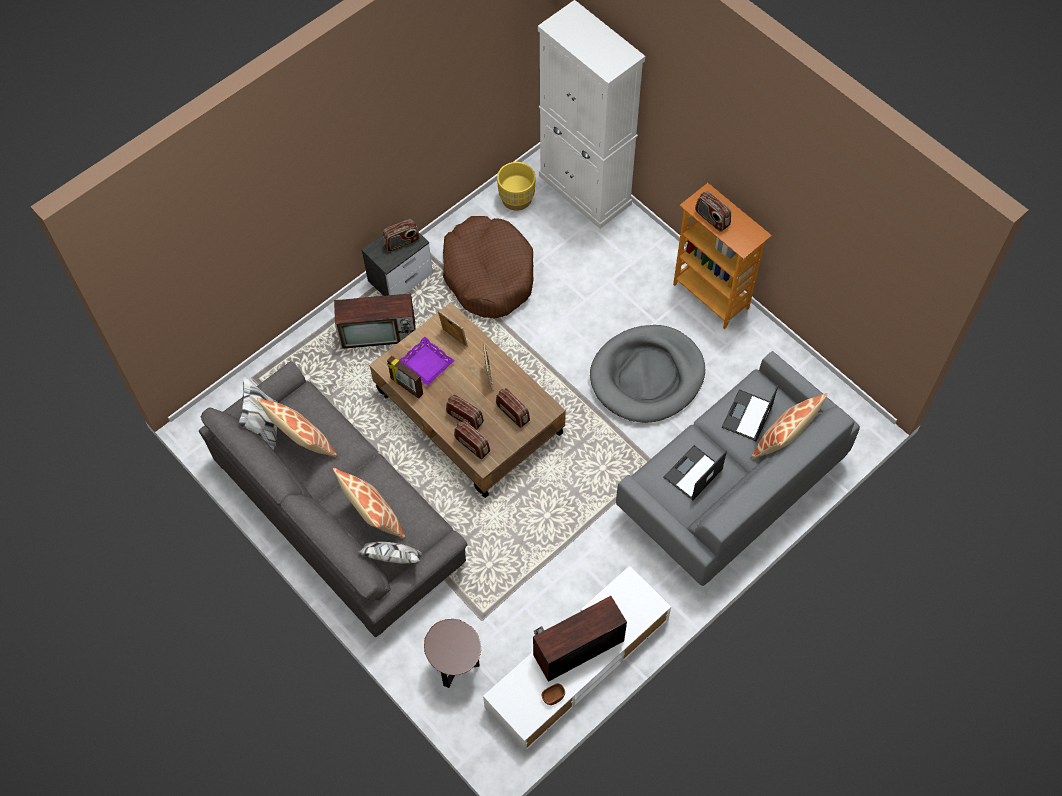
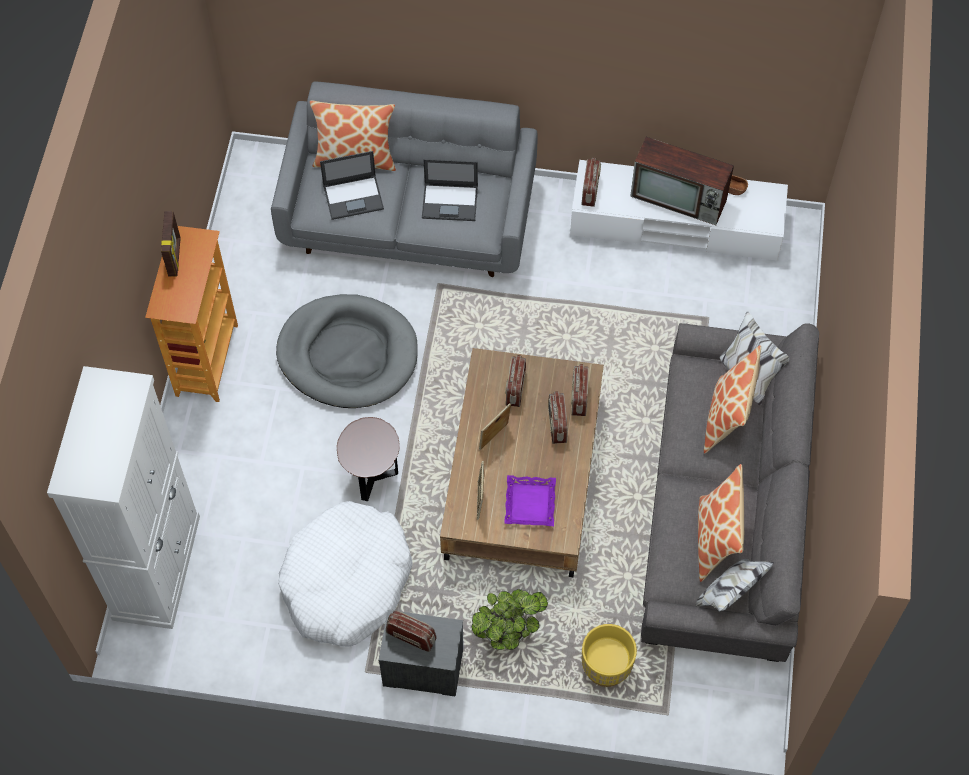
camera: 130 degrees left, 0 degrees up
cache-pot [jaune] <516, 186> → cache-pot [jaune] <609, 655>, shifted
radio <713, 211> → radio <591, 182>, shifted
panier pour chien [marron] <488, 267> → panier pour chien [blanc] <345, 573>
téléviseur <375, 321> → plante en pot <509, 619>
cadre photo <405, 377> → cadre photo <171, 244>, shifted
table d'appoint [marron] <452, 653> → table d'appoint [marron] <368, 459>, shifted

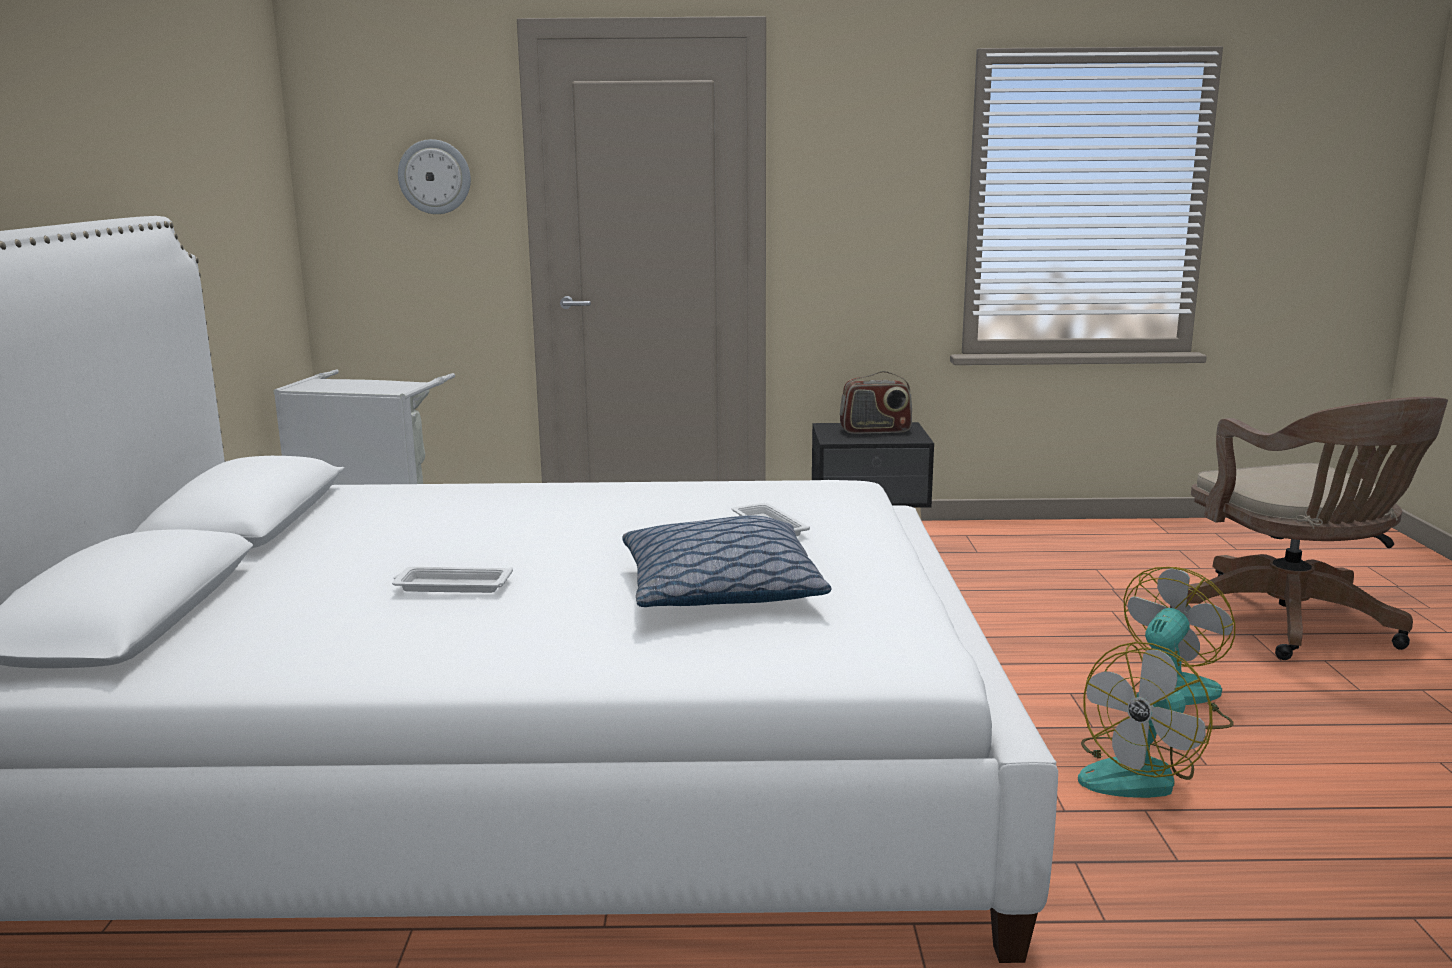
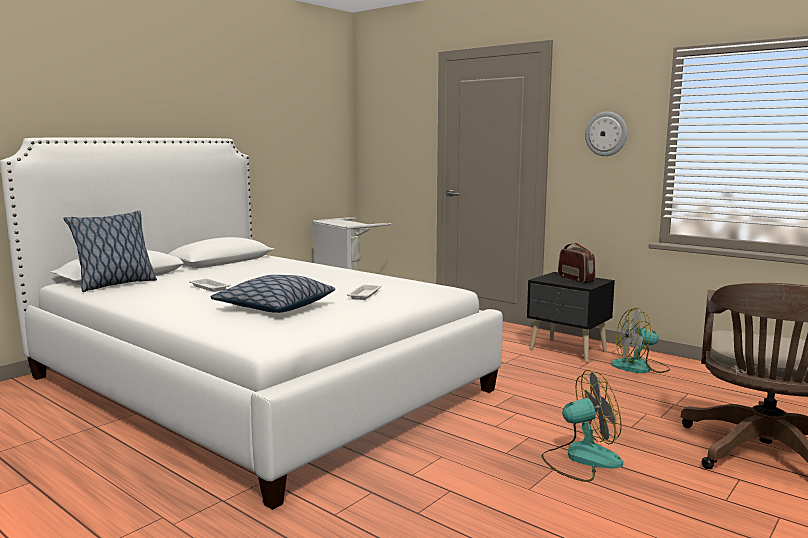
camera: 40 degrees right, 5 degrees down
horloge murale <434, 176> → horloge murale <606, 134>, shifted
radio <876, 402> → radio <576, 262>, 150 degrees counterclockwise
ventilateur <1145, 720> → ventilateur <640, 340>, shifted
- → coussin <110, 251>

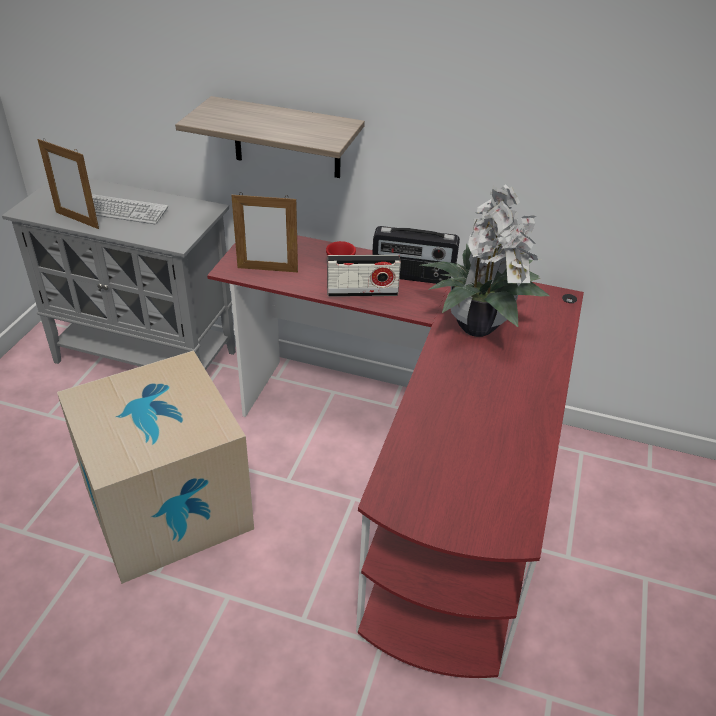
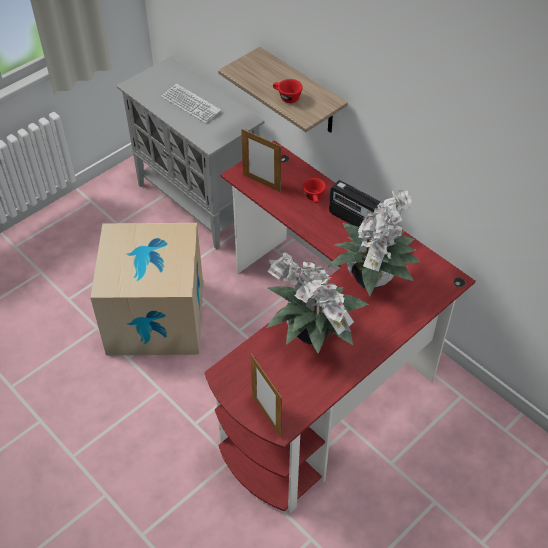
camera: 30 degrees right, 10 degrees up
cadre photo <68, 183> → cadre photo <266, 396>, shifted
radio <364, 276> → -
- → tasse [rouge] <288, 91>
- → plante en pot <317, 303>

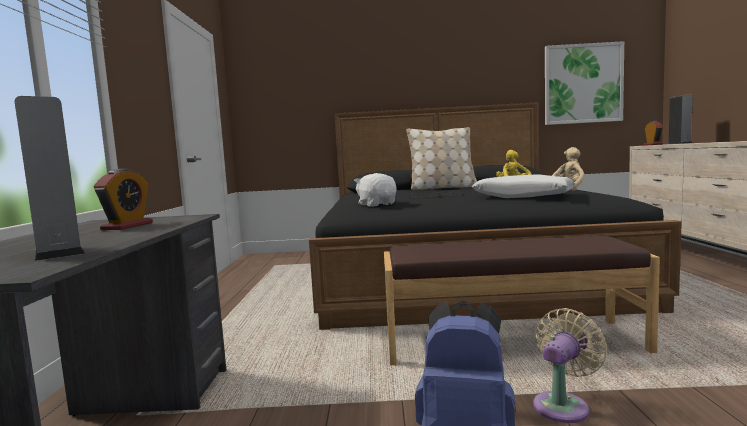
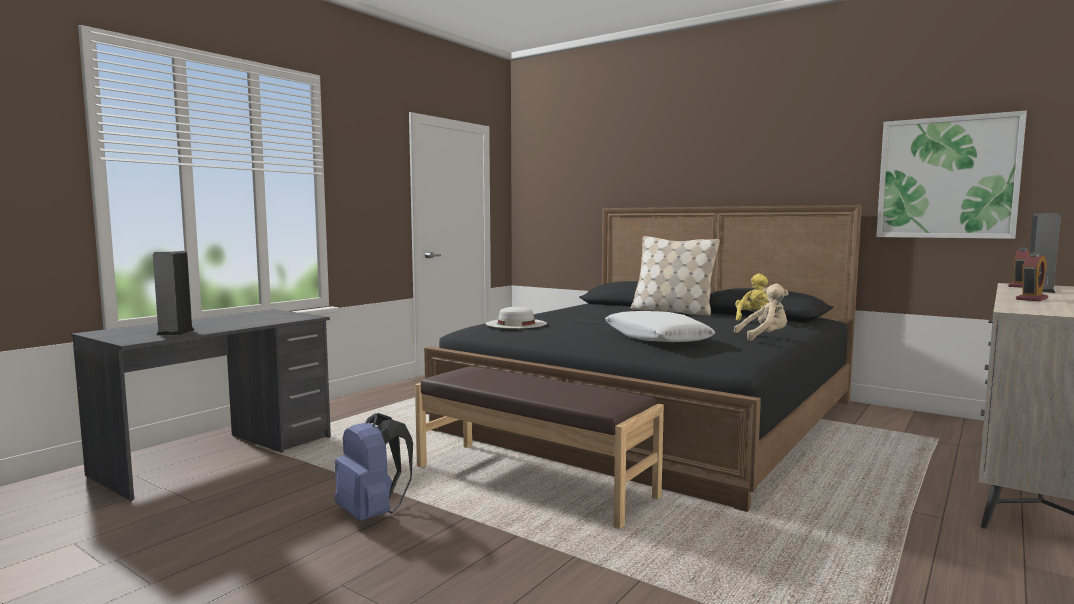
camera: 35 degrees right, 0 degrees up
réveil <123, 199> → réveil <1032, 277>, shifted
peluche [blanc] <375, 190> → chapeau [blanc] <516, 317>
ventilateur [beige] <570, 365> → -

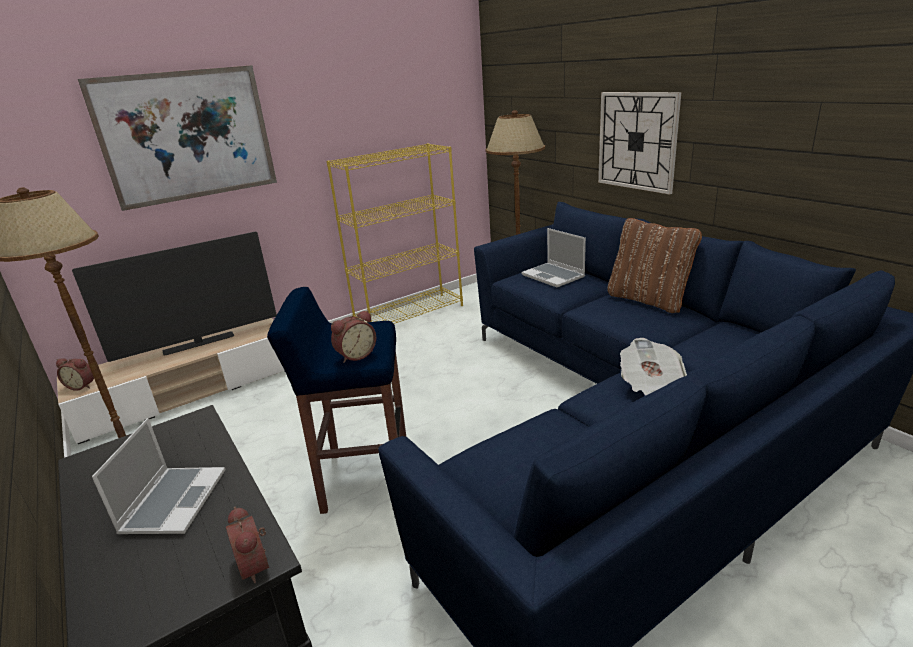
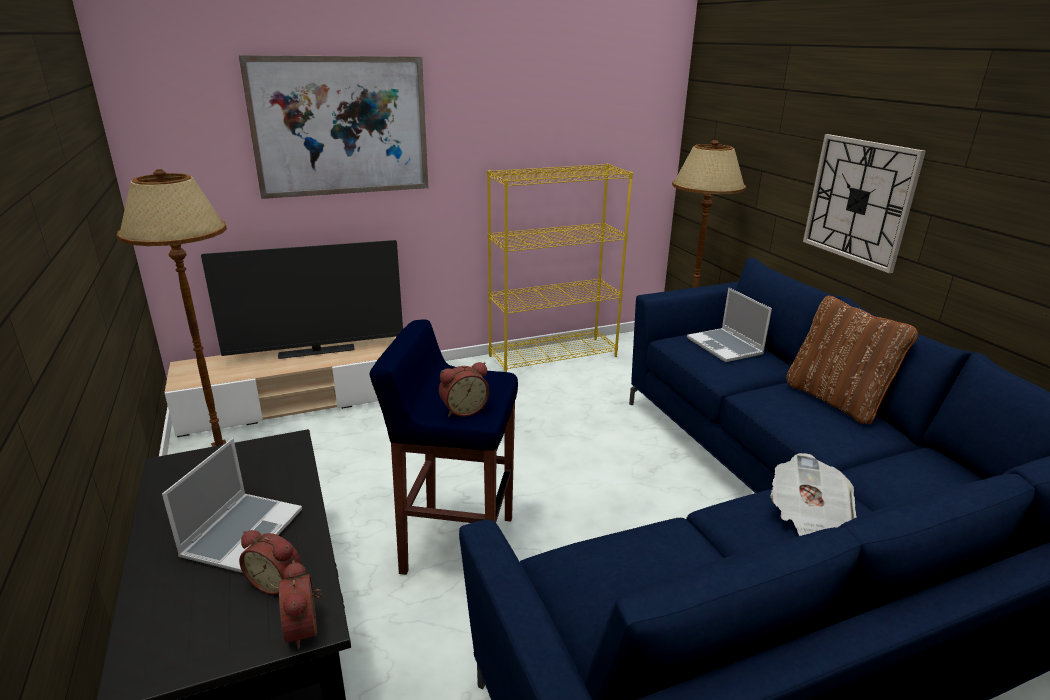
camera: 10 degrees right, 0 degrees up
réveil <75, 374> → réveil <270, 562>, shifted

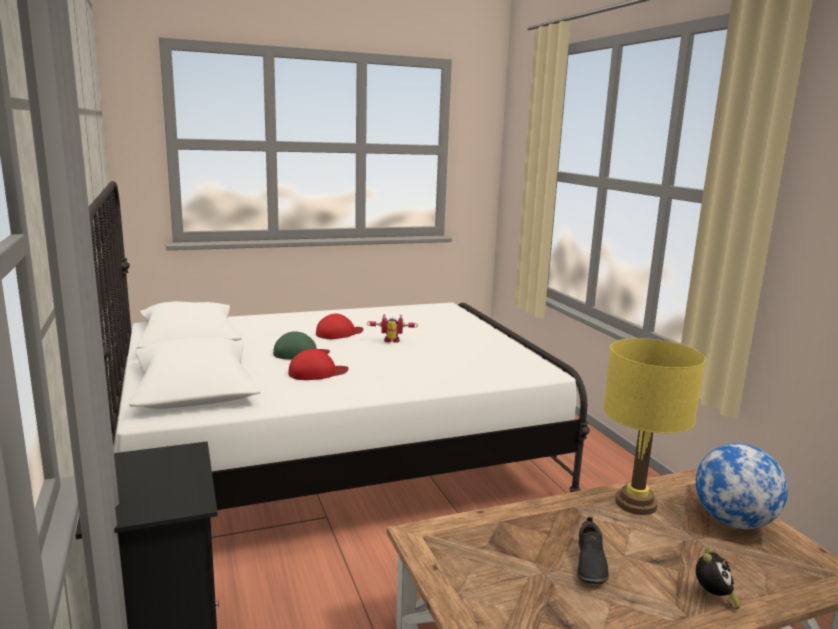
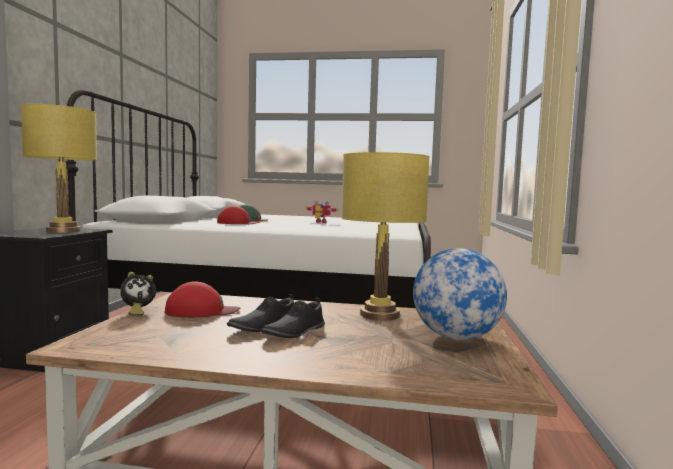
camera: 30 degrees right, 10 degrees down
casquette [rouge] <339, 326> → casquette [rouge] <202, 299>, shifted
réveil <718, 578> → réveil <138, 294>, shifted
- → lampe de table [jaune] <59, 168>
- → chaussure [noir] <293, 318>

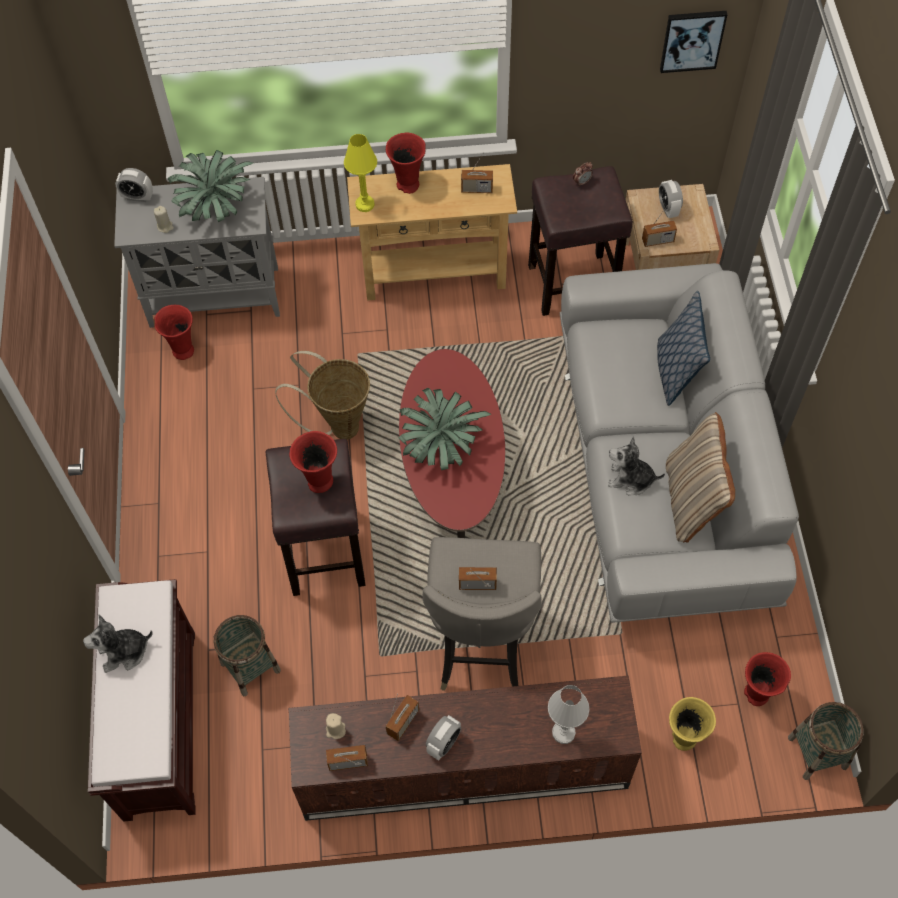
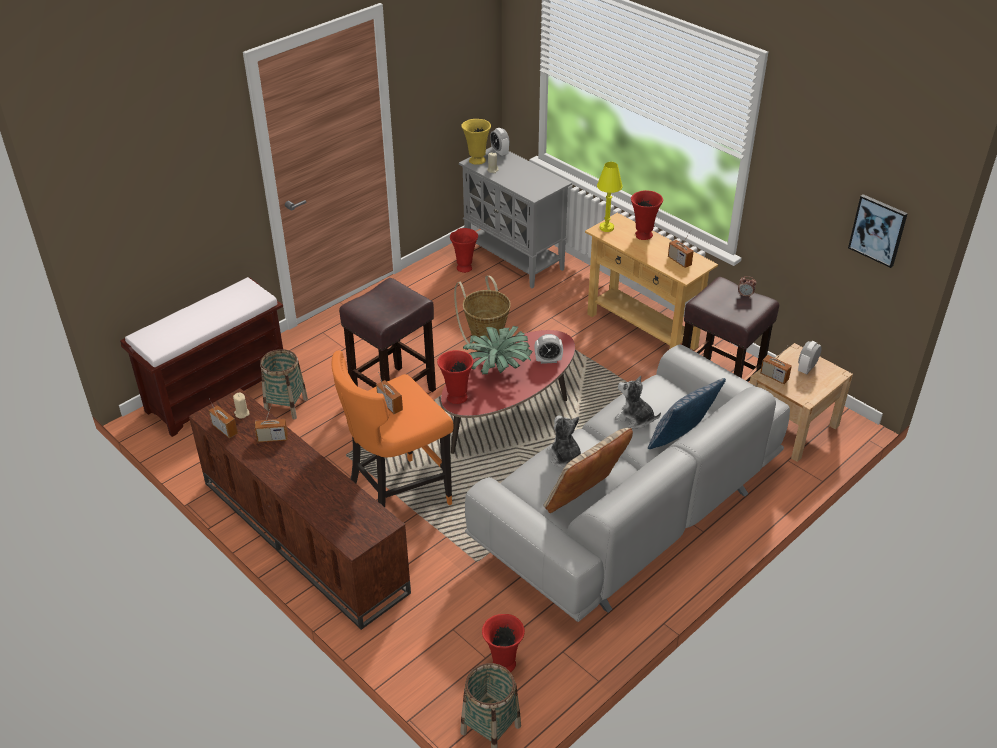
camera: 50 degrees right, 20 degrees down
plante en pot <210, 186> → -
vase [rouge] <313, 462> → vase [rouge] <455, 377>, shifted
tabouret [gris] <482, 614> → tabouret [orange] <392, 429>
peluche <118, 644> → peluche <638, 402>, shifted
lampe de table [blanc] <568, 714> → -
vase [jaune] <692, 724> → vase [jaune] <476, 142>, shifted
réveil <443, 738> → réveil <548, 349>, shifted

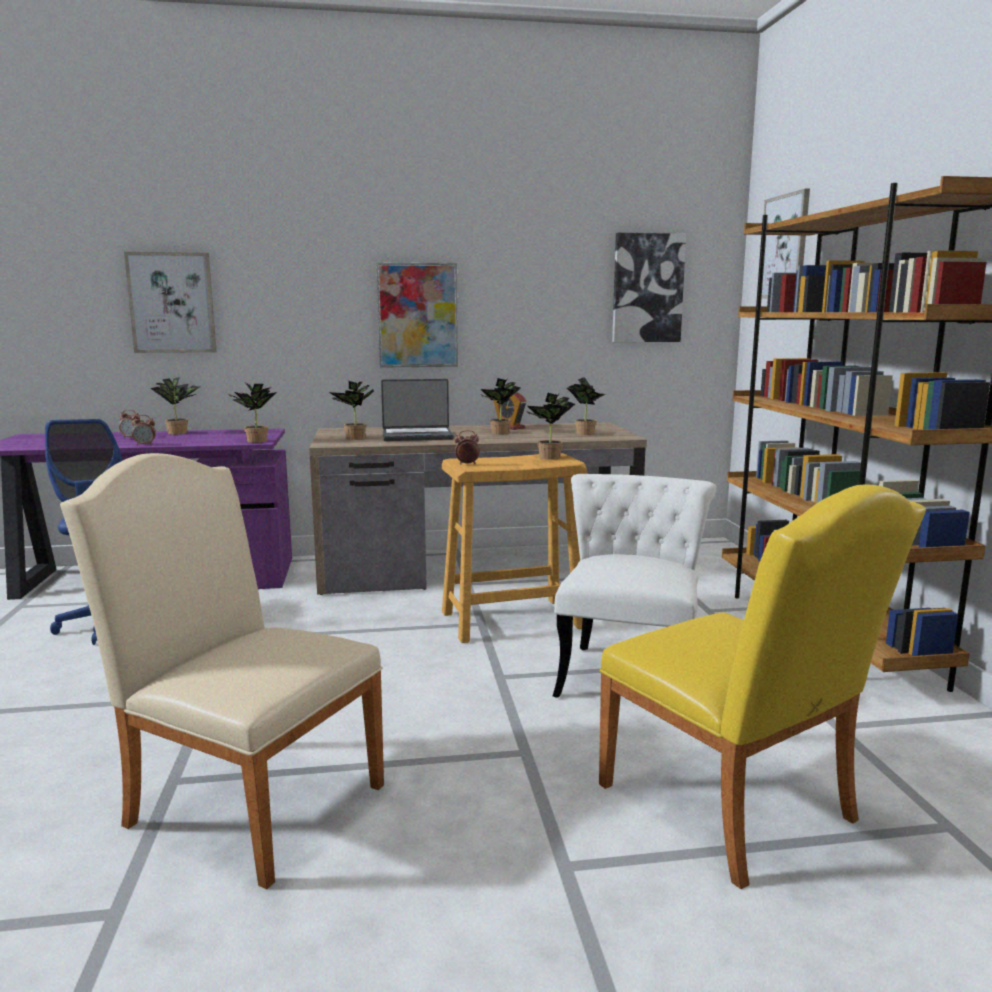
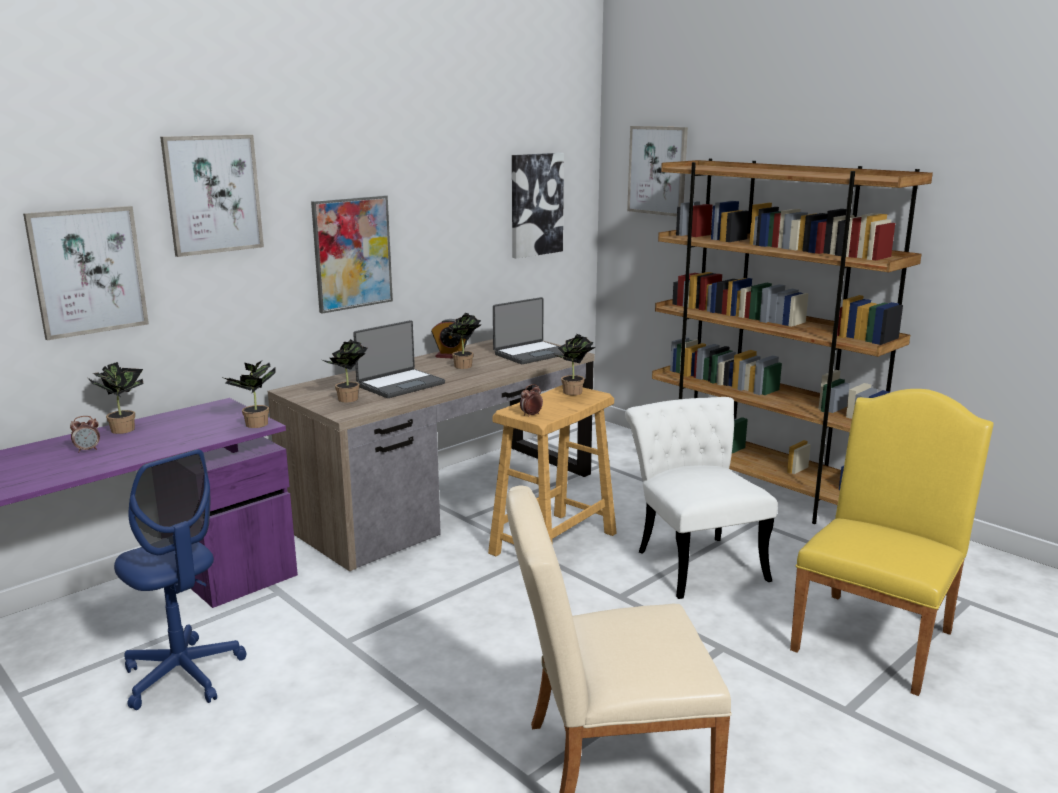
camera: 35 degrees left, 5 degrees up
plante en pot <585, 406> → ordinateur portable <528, 330>
réveil <144, 430> → -
chaise [jaune] <762, 687> → chaise [jaune] <892, 542>, 75 degrees counterclockwise
- → tableau <212, 196>

